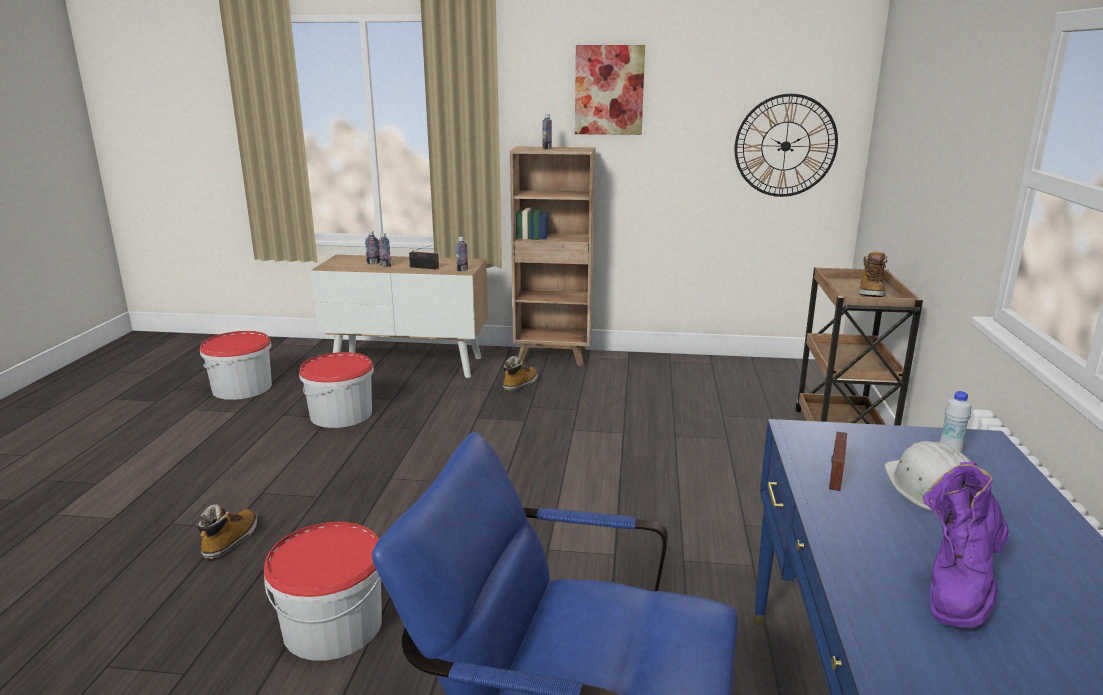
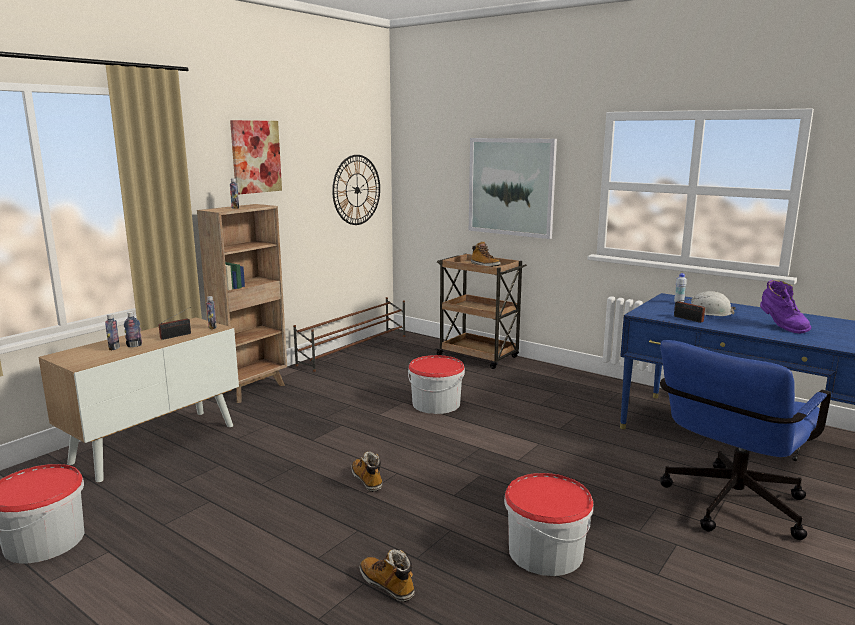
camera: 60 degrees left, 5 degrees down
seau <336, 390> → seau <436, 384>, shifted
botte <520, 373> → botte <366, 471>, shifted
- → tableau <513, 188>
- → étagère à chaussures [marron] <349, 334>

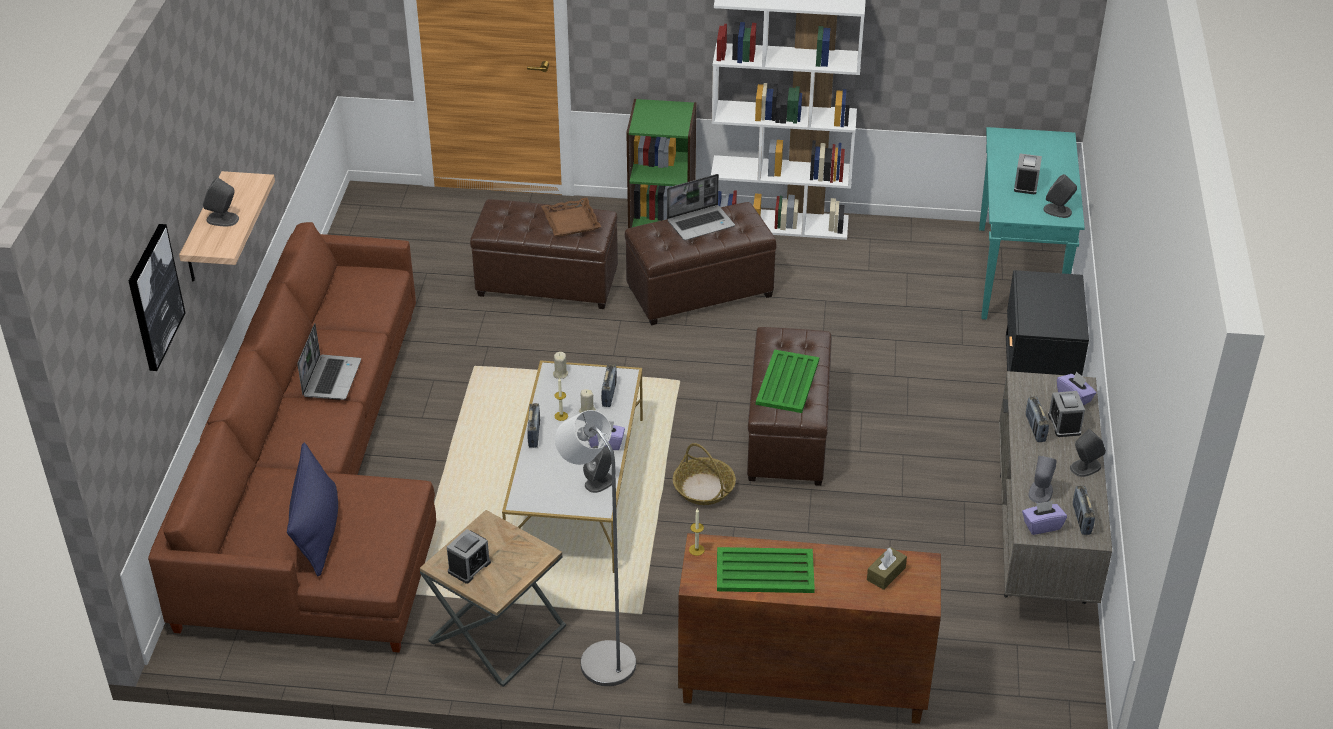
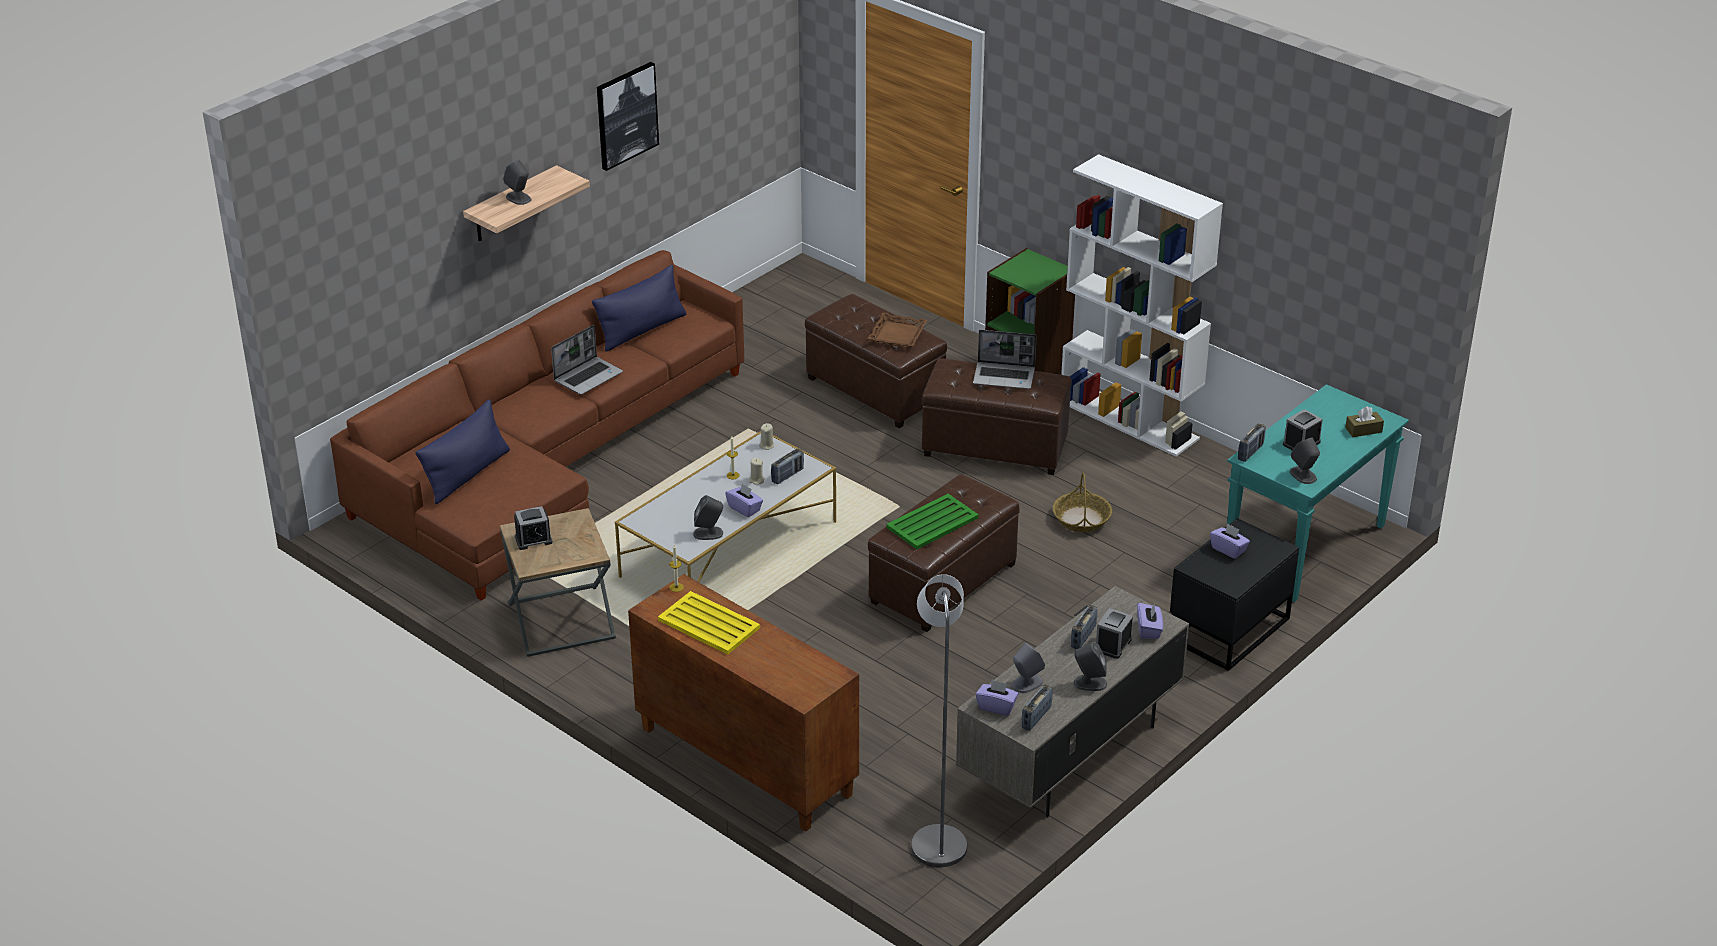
camera: 35 degrees right, 5 degrees down
tableau <157, 297> → tableau <628, 116>, shifted
radio <533, 425> → radio <1252, 443>, shifted
lampadaire [gris] <595, 548> → lampadaire [gris] <939, 720>, shifted
panier <704, 474> → panier <1082, 502>, shifted
plateau [vert] <766, 570> → plateau [jaune] <709, 623>
boîte à mouchoirs [marron] <887, 568> → boîte à mouchoirs [marron] <1364, 421>, shifted
- → coussin [bleu] <639, 308>
- → boîte à mouchoirs [violet] <1230, 541>

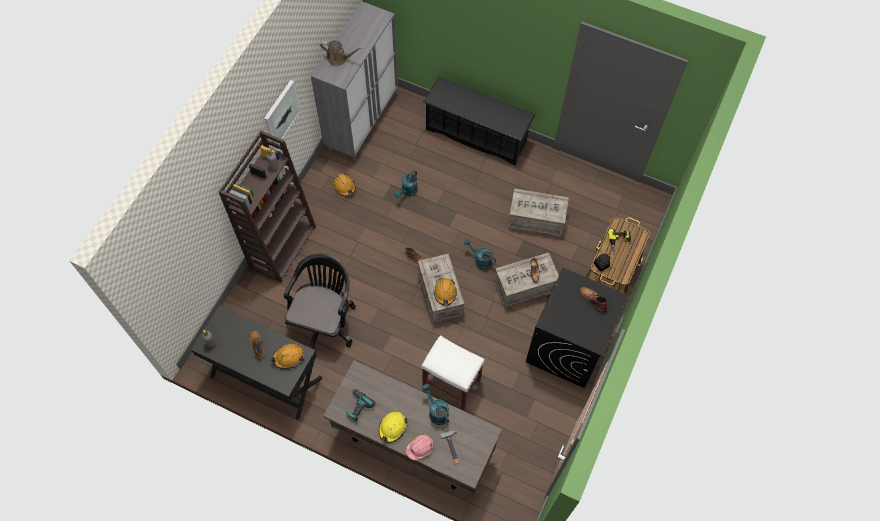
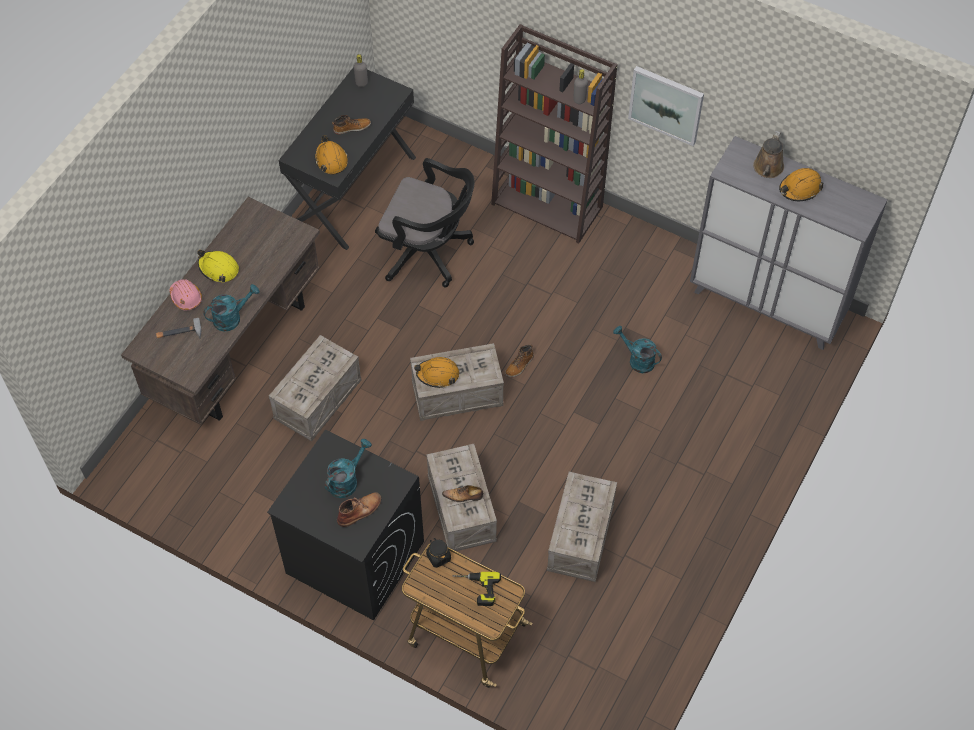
camera: 95 degrees right, 5 degrees down
étagère à chaussures [noir] <479, 121> → -
casque de chantier [orange] <344, 184> → casque de chantier [orange] <801, 184>, shifted
arrosoir [turquoise] <480, 254> → arrosoir [turquoise] <348, 468>, shifted
tabouret [blanc] <453, 372> → caisse <315, 388>
perceuse <360, 405> → -

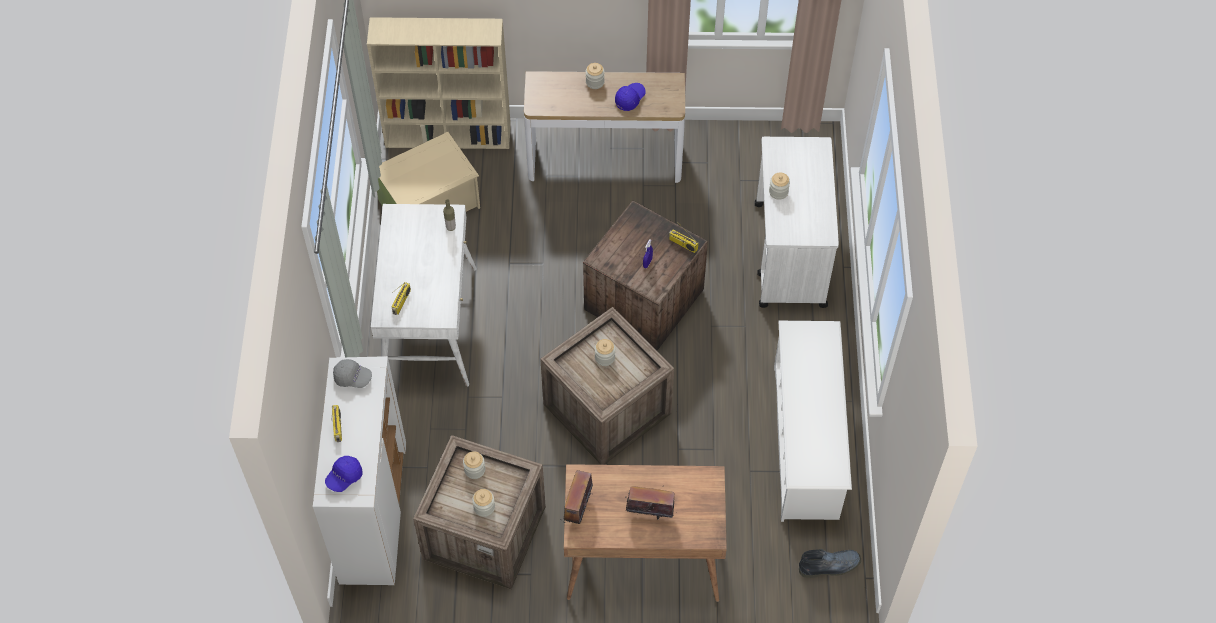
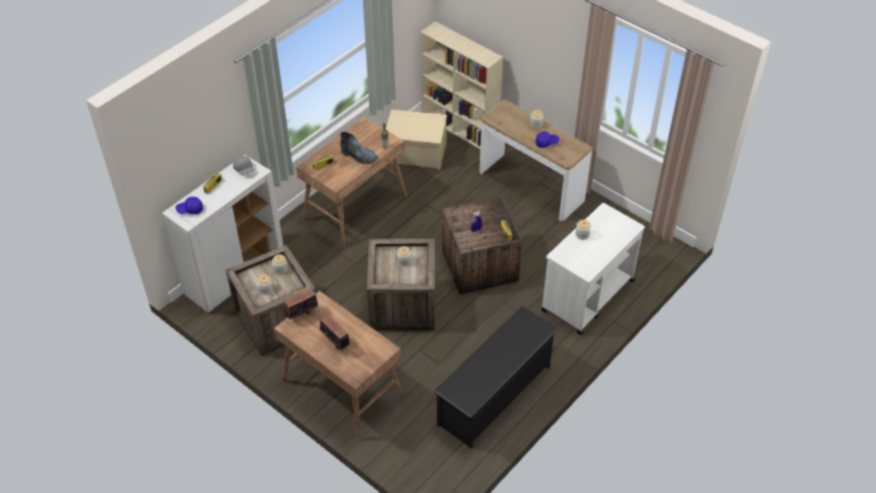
camera: 40 degrees right, 10 degrees down
bureau [blanc] <424, 295> → bureau [marron] <351, 182>
étagère à chaussures [blanc] <813, 421> → étagère à chaussures [noir] <496, 377>
botte <830, 563> → botte <359, 148>, shifted

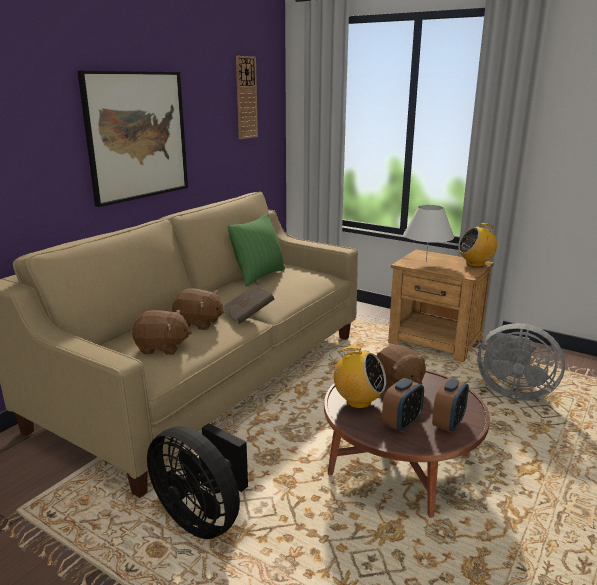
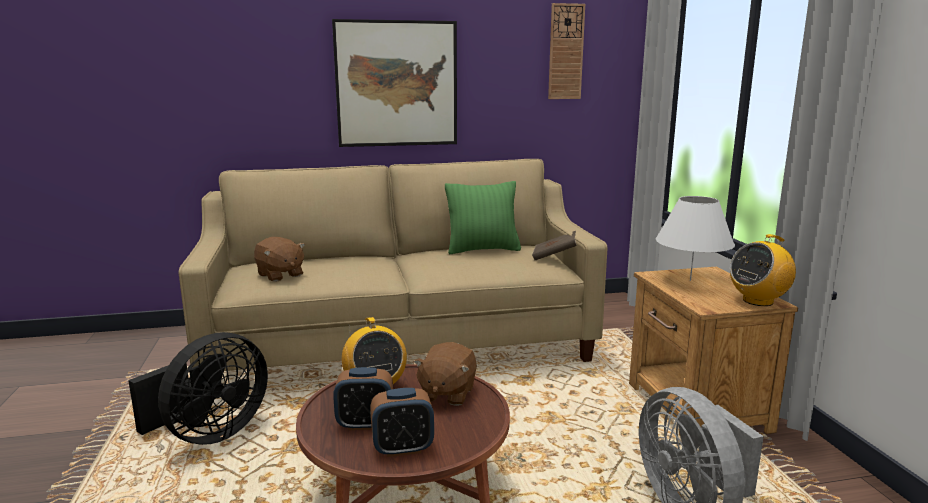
camera: 45 degrees right, 5 degrees down
radio <477, 245> → radio <763, 270>, 60 degrees counterclockwise
livre [marron] <248, 304> → livre [marron] <554, 245>, shifted
peluche [marron] <198, 309> → -
ventilateur [noir] <197, 481> → ventilateur [noir] <198, 388>, 135 degrees counterclockwise

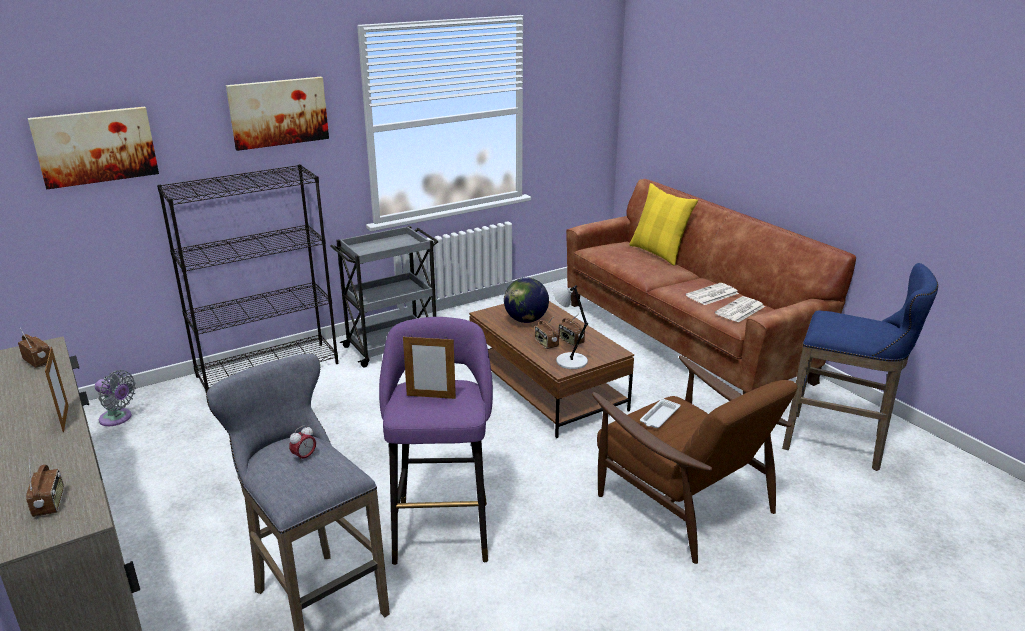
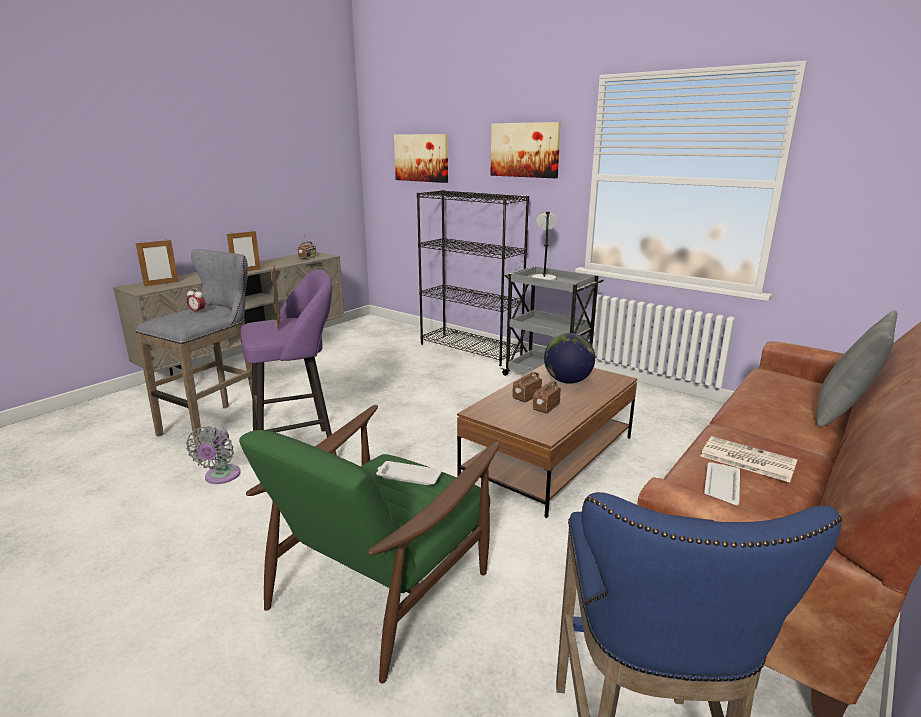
camera: 70 degrees right, 5 degrees down
coussin [jaune] <663, 224> → coussin [gris] <856, 368>
lampe de table [gris] <570, 326> → lampe de table [gris] <544, 246>, shifted
journal <740, 309> → plateau [blanc] <722, 483>
fauteuil [marron] <694, 459> → fauteuil [vert] <369, 544>
ventilateur [gris] <115, 398> → ventilateur [gris] <213, 455>, shifted
radio <45, 488> → cadre photo <157, 262>

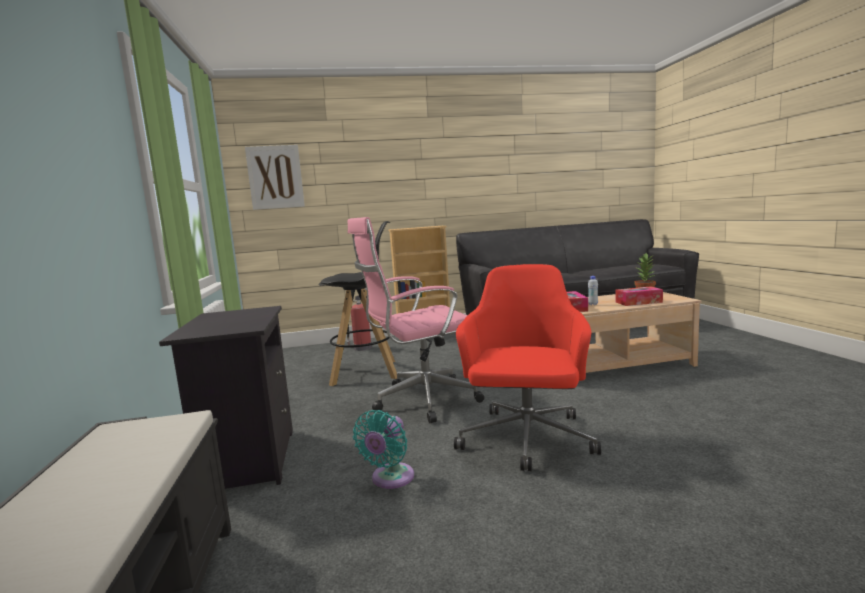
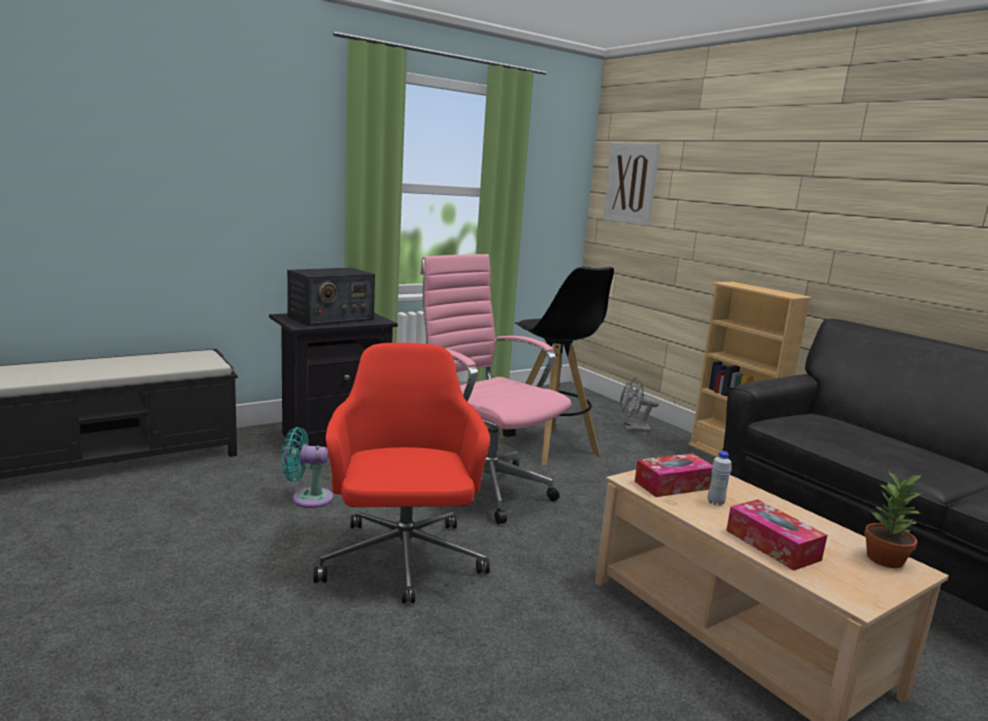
camera: 65 degrees right, 5 degrees up
chaise de bureau [rouge] <527, 367> → chaise de bureau [rouge] <402, 473>, 90 degrees counterclockwise
extincteur <359, 323> → ventilateur [gris] <639, 405>
- → radio <331, 296>

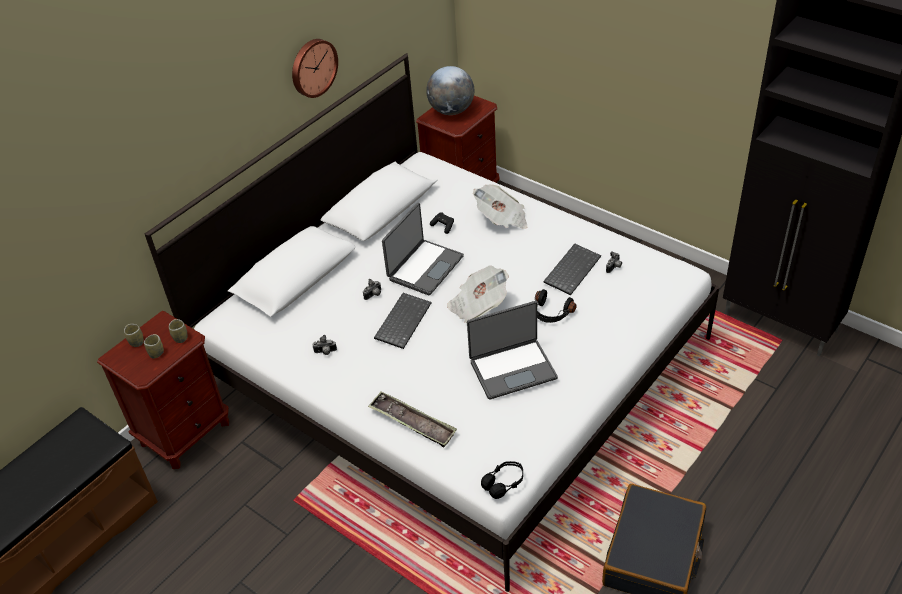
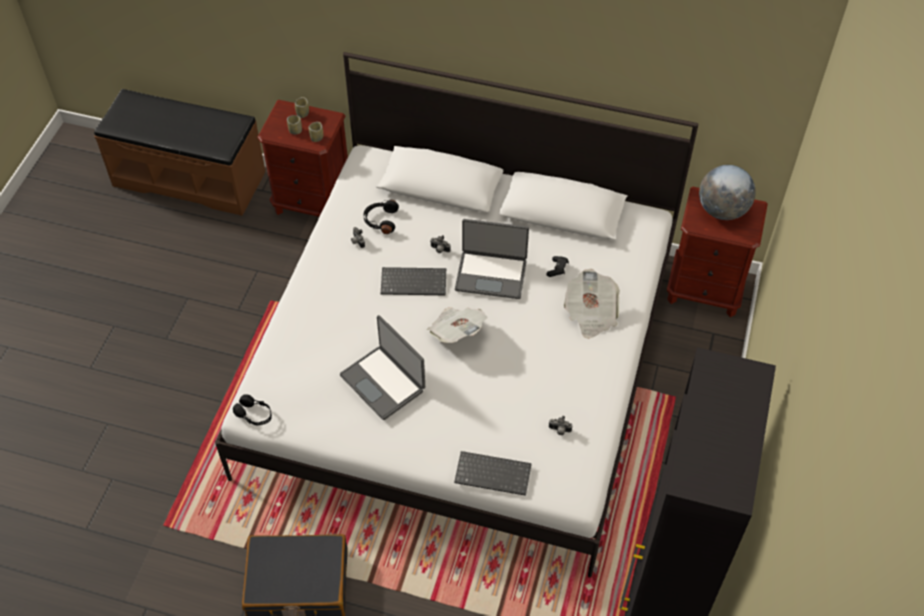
camera: 65 degrees right, 10 degrees up
horloge murale <315, 68> → -
clavier <572, 269> → clavier <493, 473>, shifted
casque audio [noir] <556, 306> → casque audio [noir] <381, 217>, shifted
plateau <412, 419> → -

